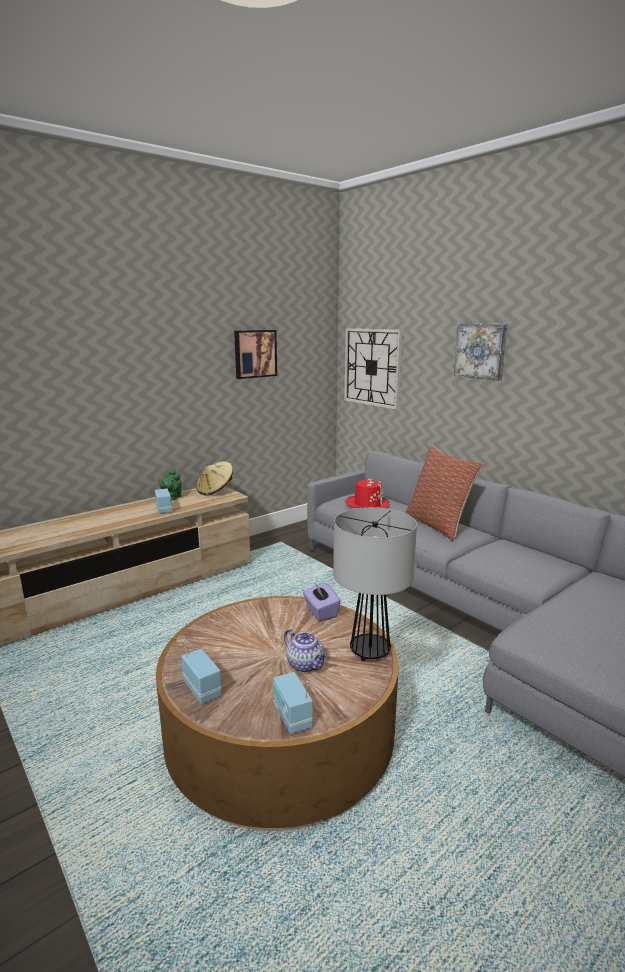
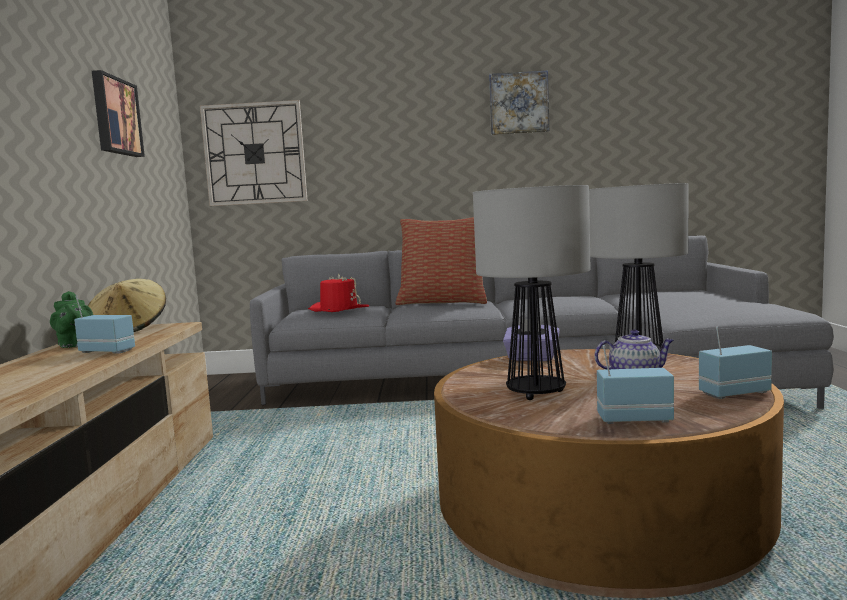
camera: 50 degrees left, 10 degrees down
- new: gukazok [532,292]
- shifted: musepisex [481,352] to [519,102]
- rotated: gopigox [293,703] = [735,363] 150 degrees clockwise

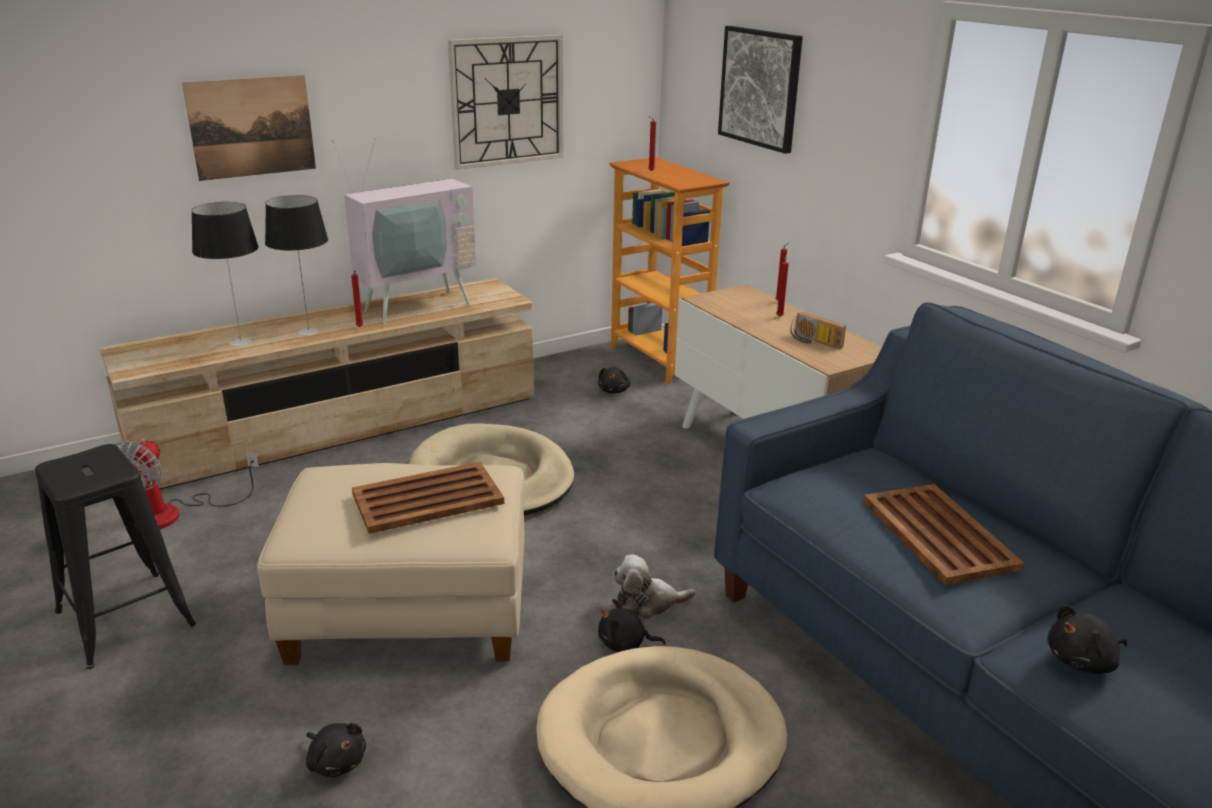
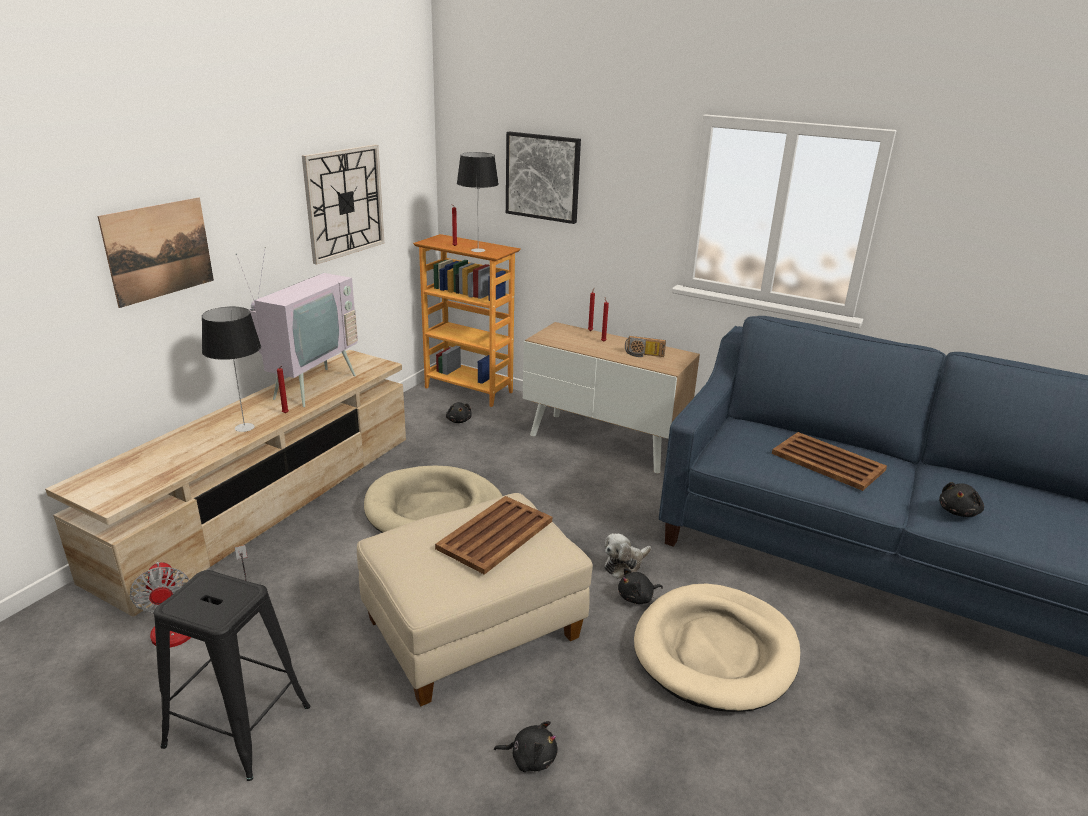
camera: 30 degrees left, 0 degrees up
- shifted: gukazok [225,274] to [478,202]

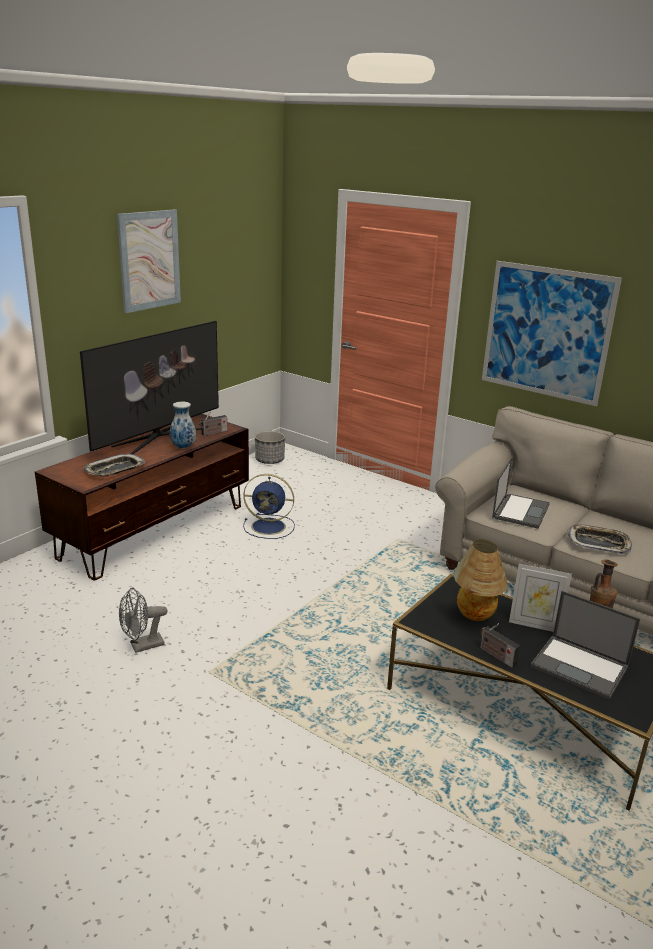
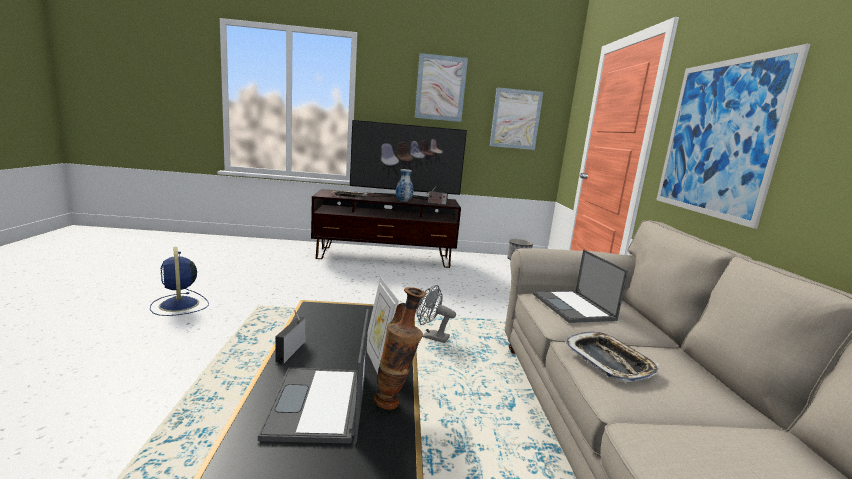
camera: 50 degrees right, 10 degrees down
- gone: gukazok [480,580]
- new: musepisex [516,118]
- shifted: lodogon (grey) [143,620] to [436,314]
- shifted: lodogon (blue) [269,506] to [179,281]
- rotated: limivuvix [521,493] = [580,286] 90 degrees clockwise

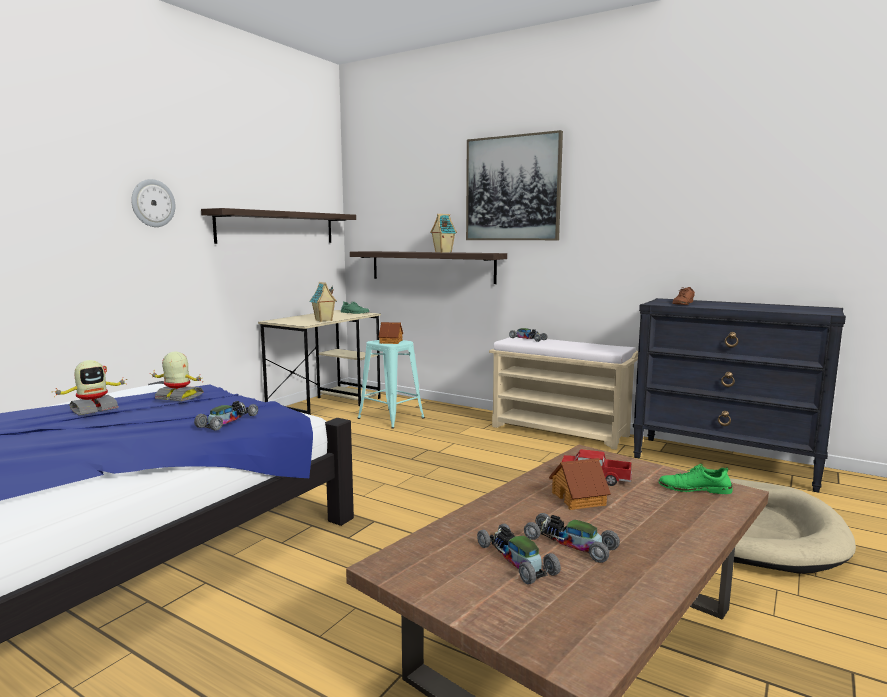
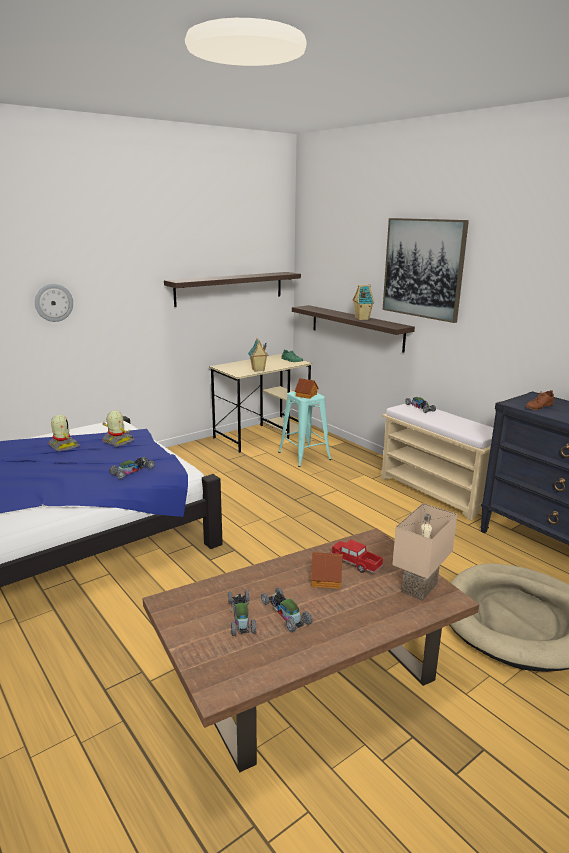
camera: 20 degrees right, 10 degrees up
- shifted: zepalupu [153,203] to [54,303]
- swapped: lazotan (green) [696,479] to gukazok (beige) [424,552]
- rotated: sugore [91,387] = [64,433] 105 degrees counterclockwise

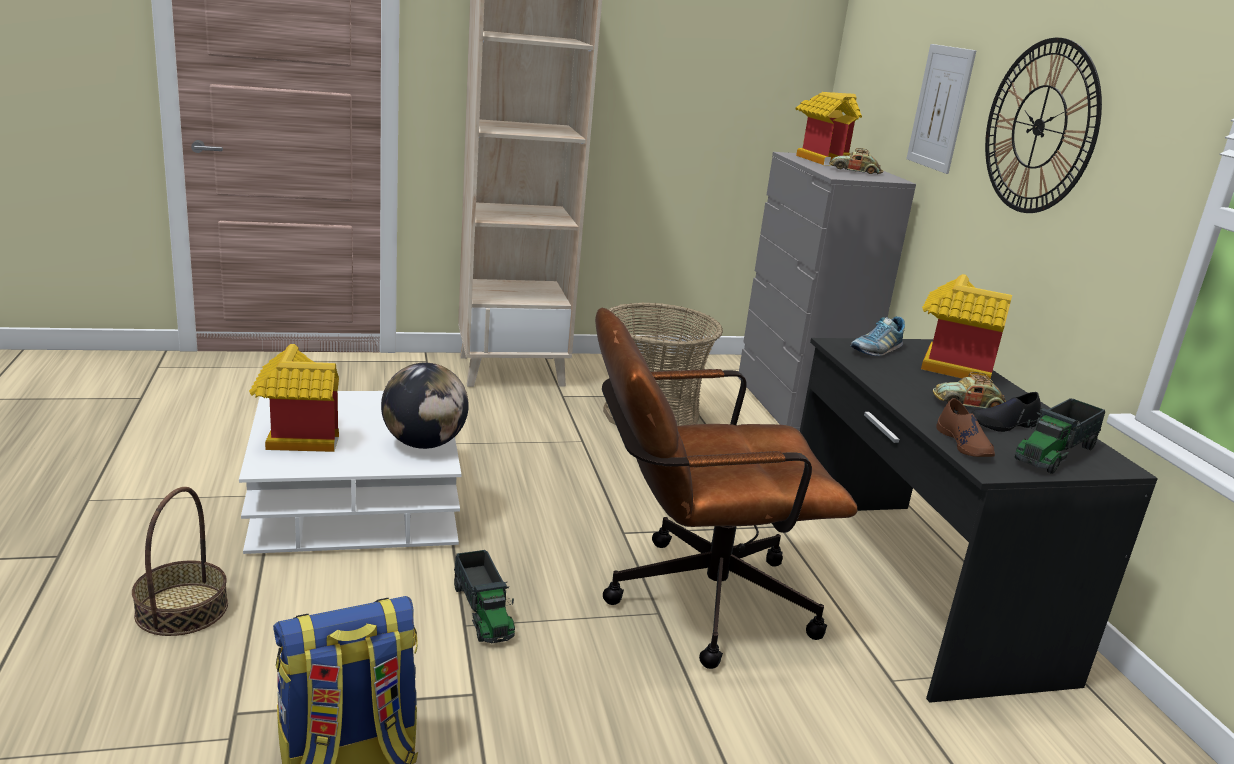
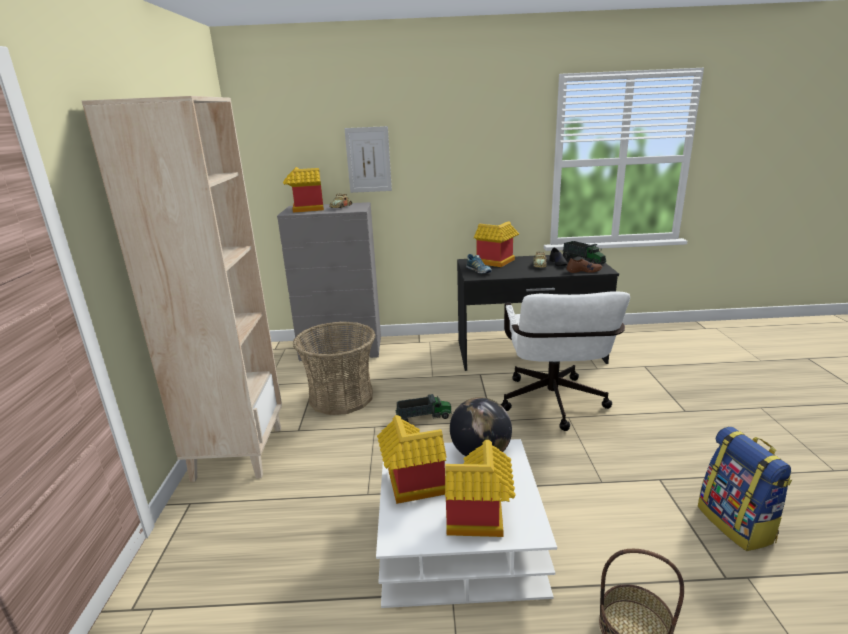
camera: 75 degrees left, 0 degrees up
- gone: zepalupu [1043,125]
- new: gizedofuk [412,459]
- shifted: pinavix [484,596] to [424,408]
- repainted: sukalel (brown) [726,488] to sukalel (white) [565,361]

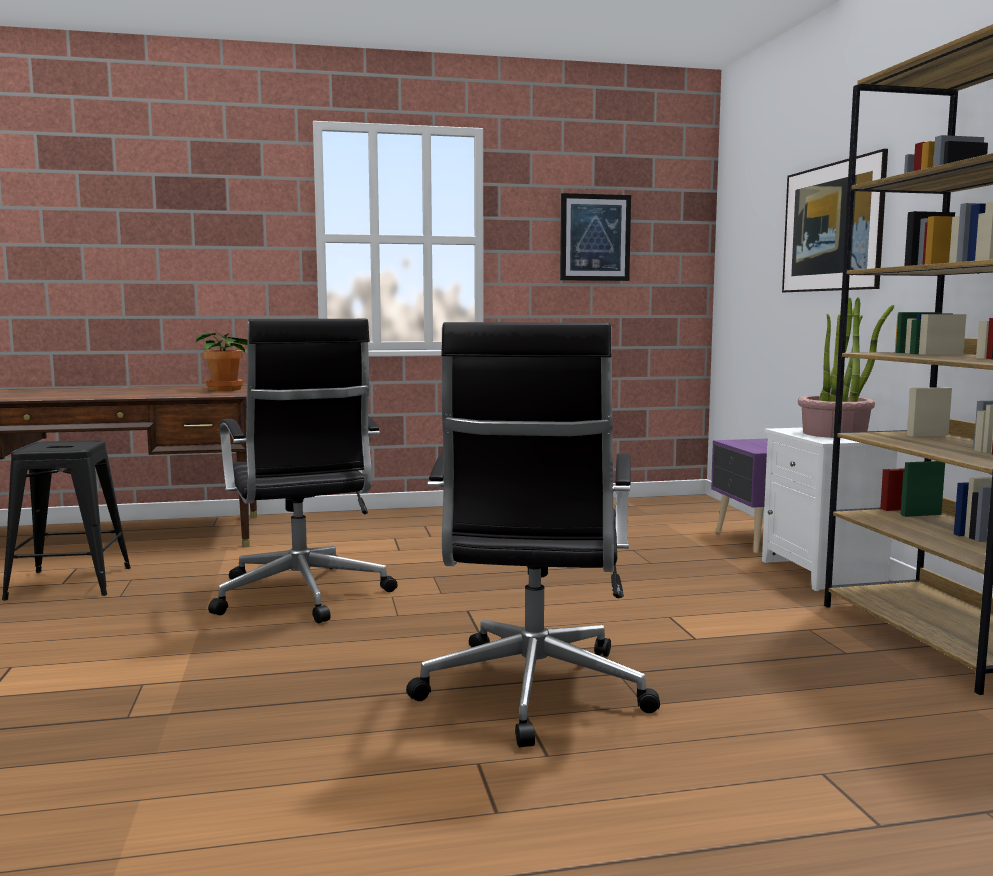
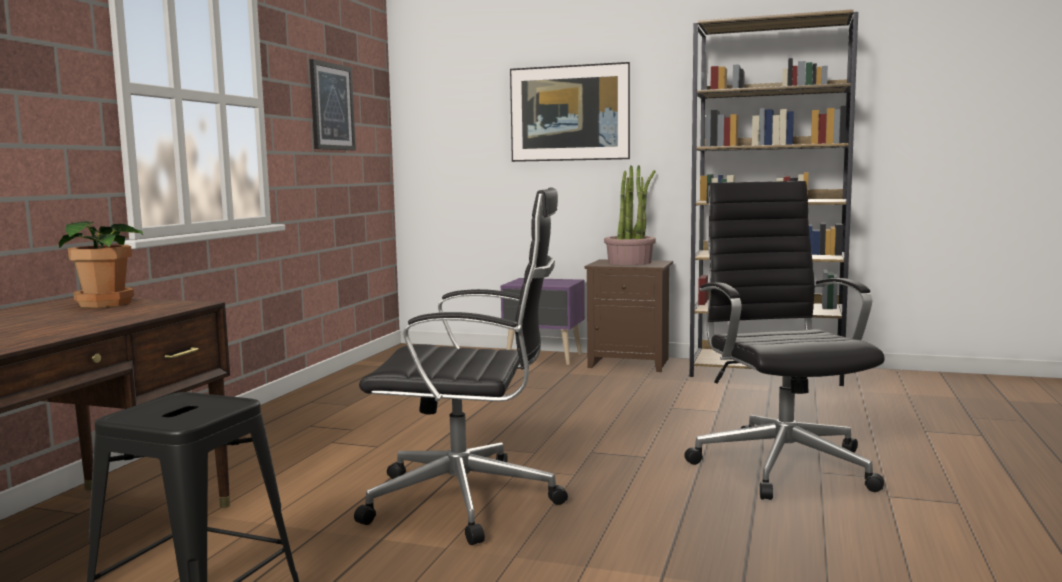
camera: 60 degrees left, 0 degrees up
- repainted: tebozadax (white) [829,509] to tebozadax (brown) [629,315]
- rotated: sukalel (black) [533,534] = [784,340] 135 degrees counterclockwise

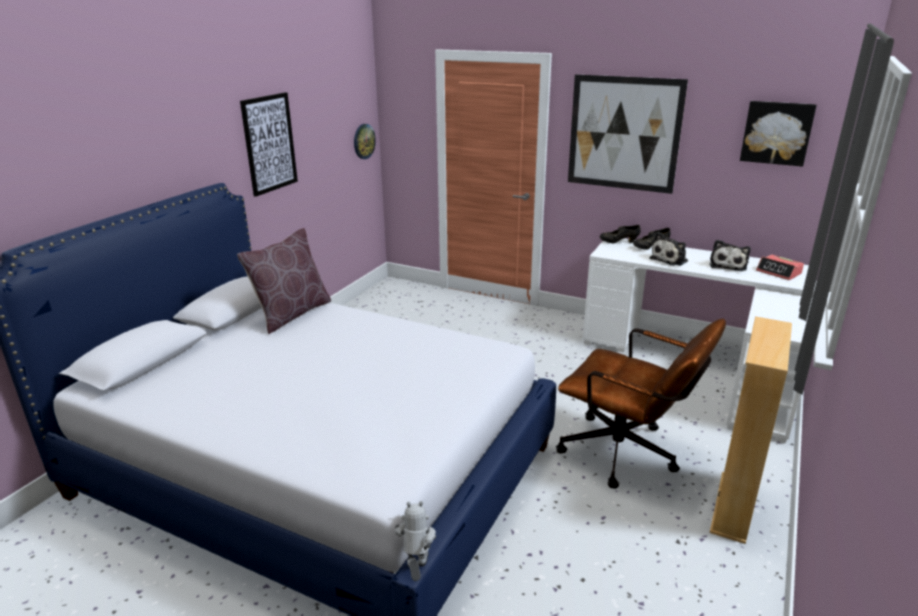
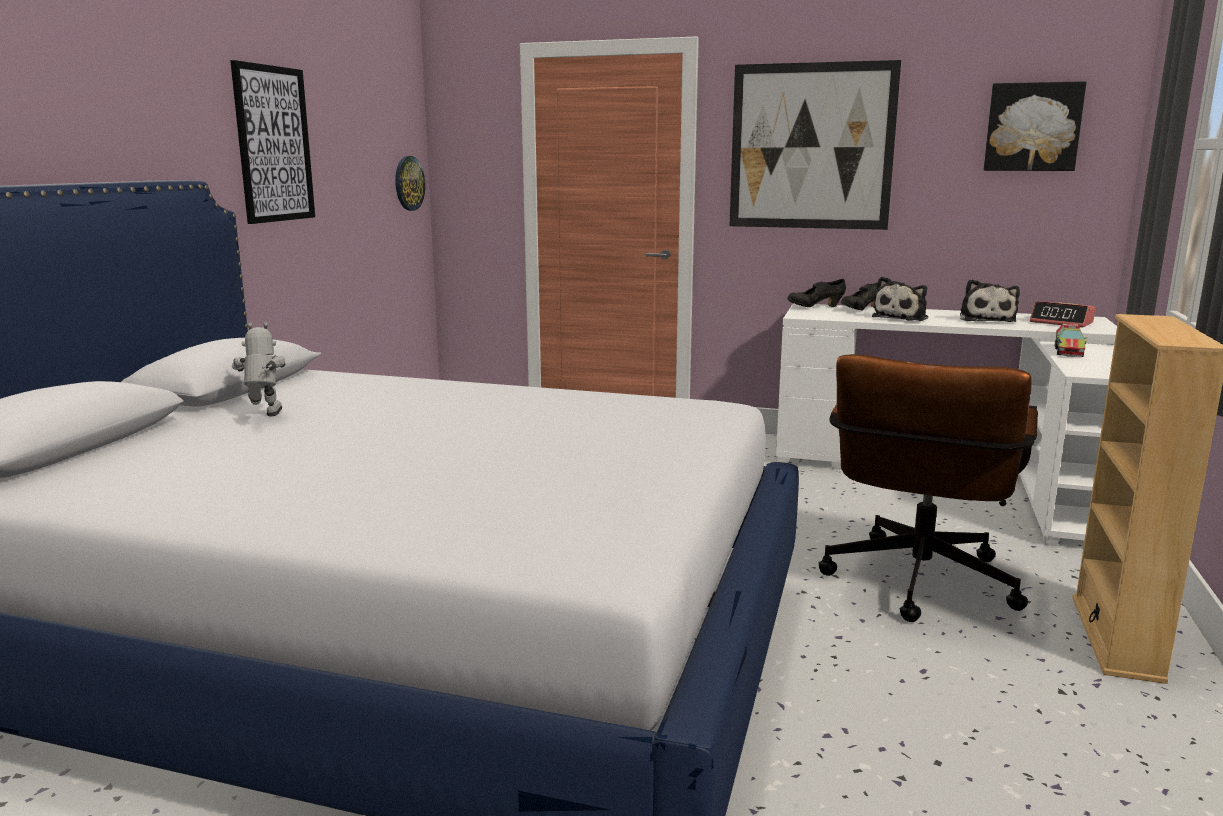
camera: 10 degrees left, 10 degrees down
- gone: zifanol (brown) [284,281]
- new: pinavix [1071,340]
- shifted: sugore [415,541] to [258,369]
- rotated: sukalel (brown) [641,404] = [928,488] 90 degrees clockwise

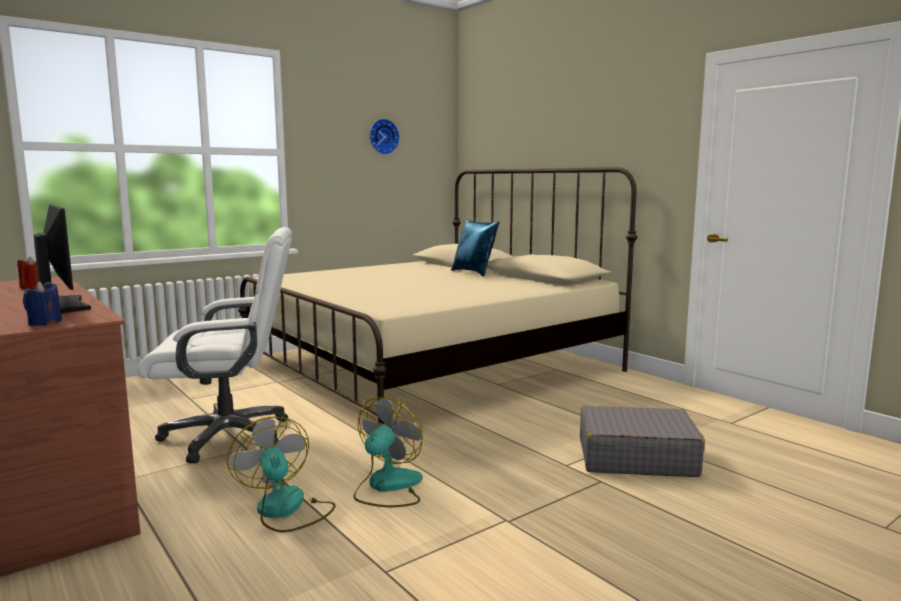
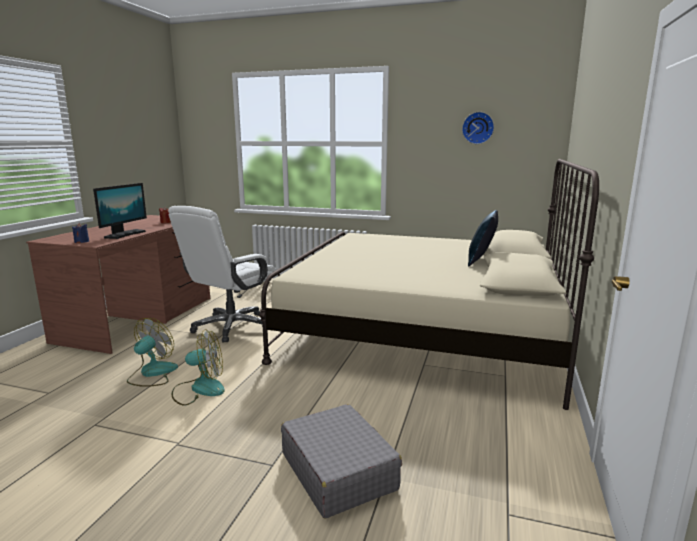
camera: 55 degrees right, 5 degrees up
- rotated: sukalel (white) [215,345] = [222,274] 75 degrees clockwise

